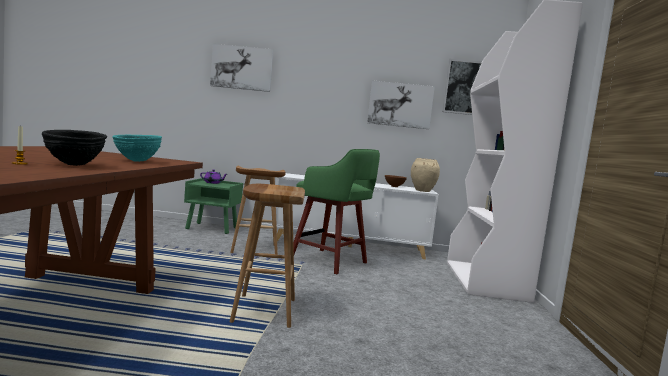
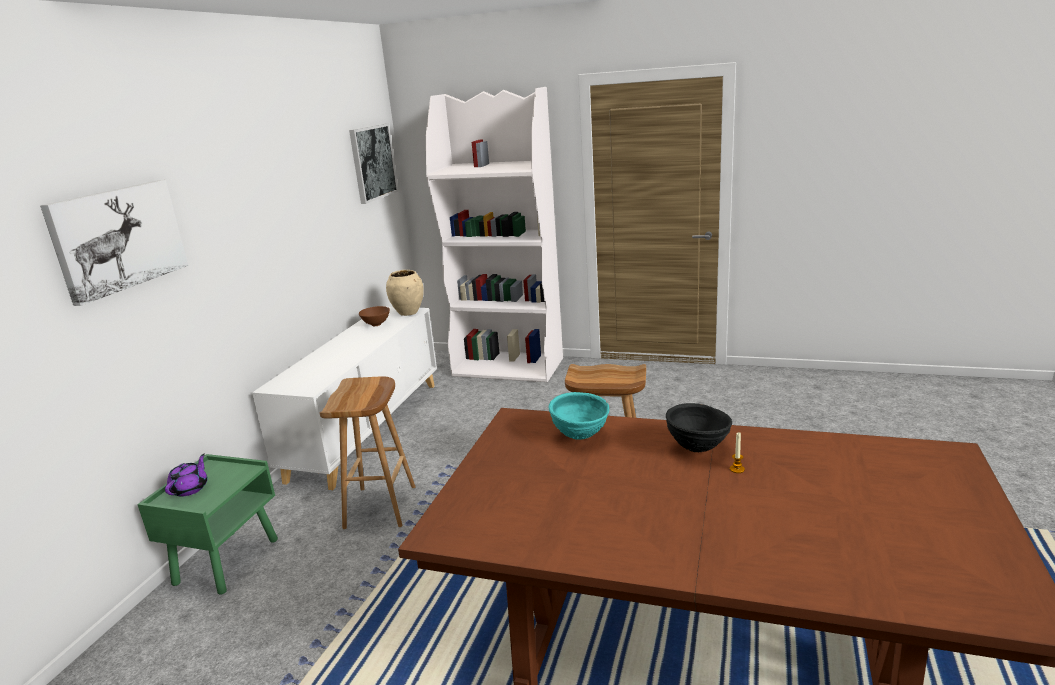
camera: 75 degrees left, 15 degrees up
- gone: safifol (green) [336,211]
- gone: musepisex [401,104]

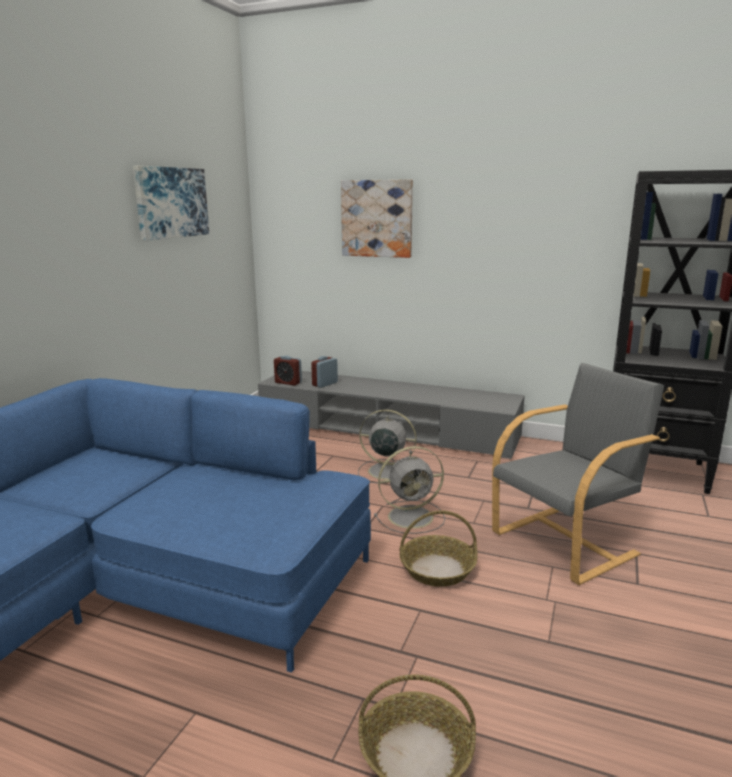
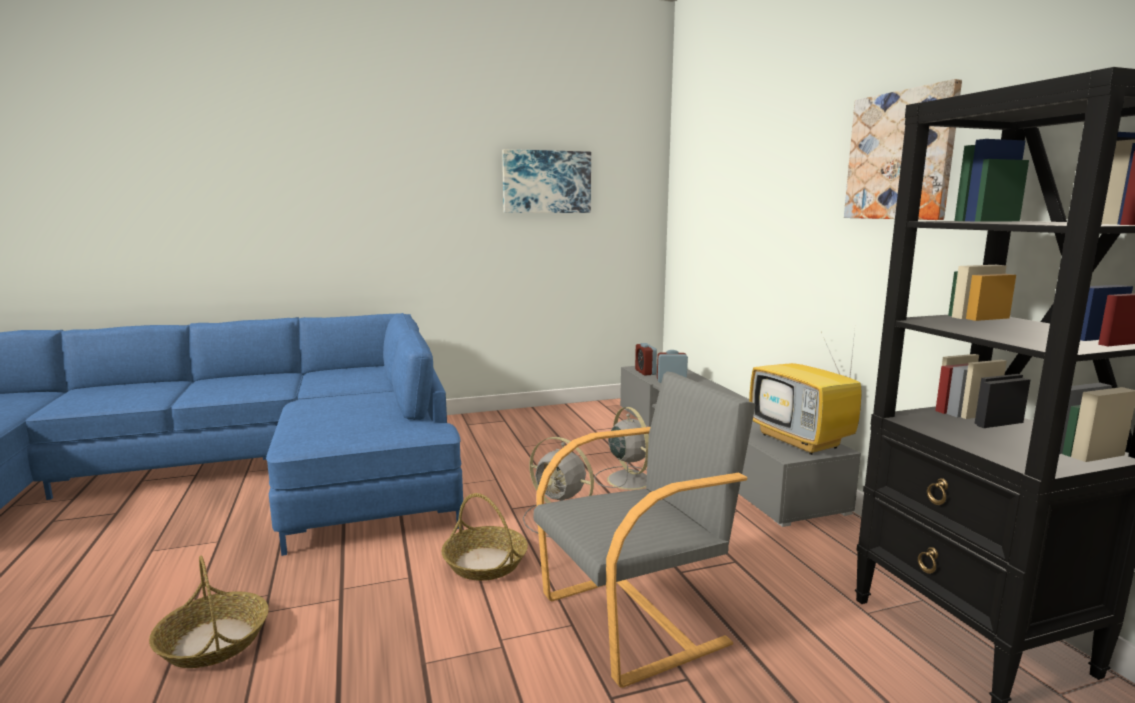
camera: 50 degrees right, 5 degrees down
- new: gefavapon [805,393]
- shifted: musepisex [377,218] to [903,149]
- rotated: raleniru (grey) [578,474] = [644,529] 45 degrees counterclockwise

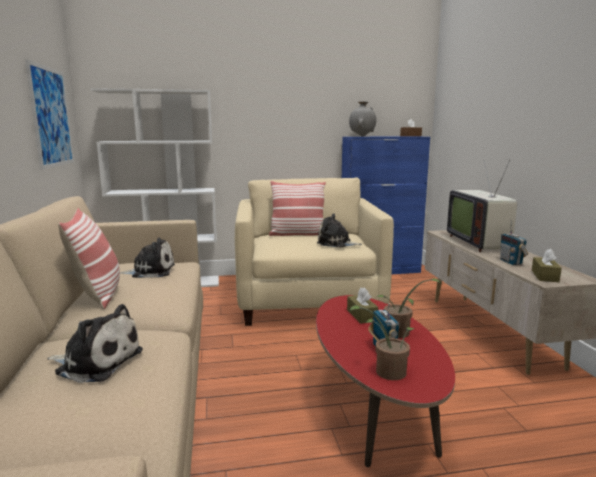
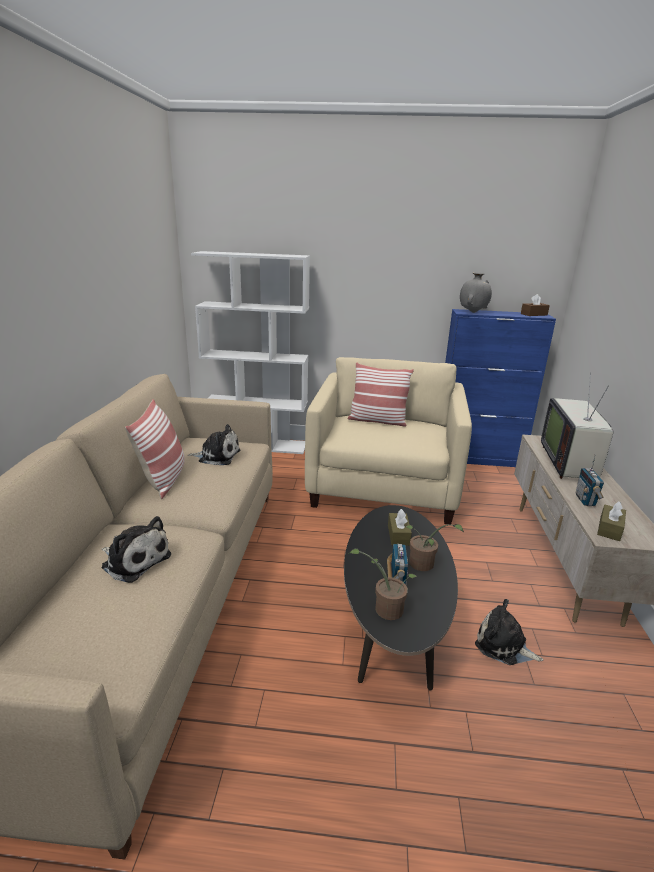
camera: 15 degrees right, 10 degrees up
- gone: musepisex [49,114]
- shifted: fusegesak [339,230] to [509,632]
- repainted: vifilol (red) [385,381] to vifilol (black) [401,597]

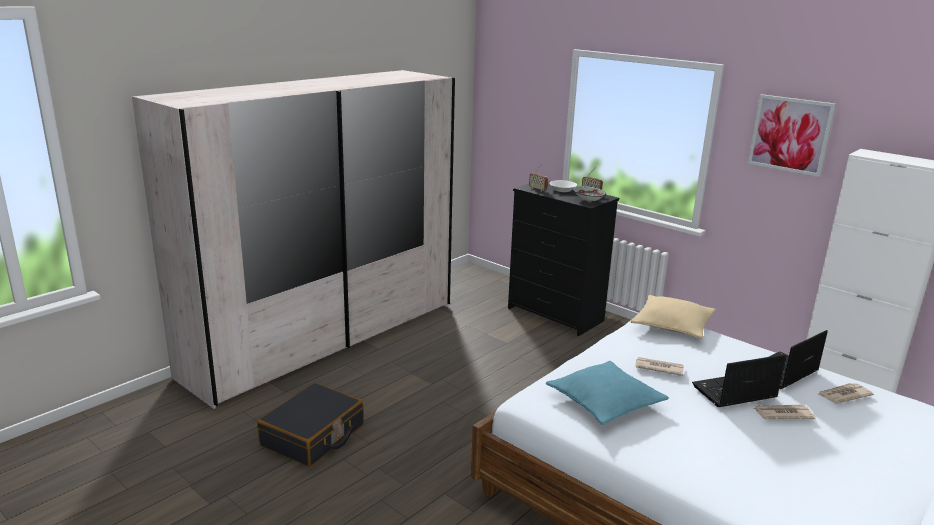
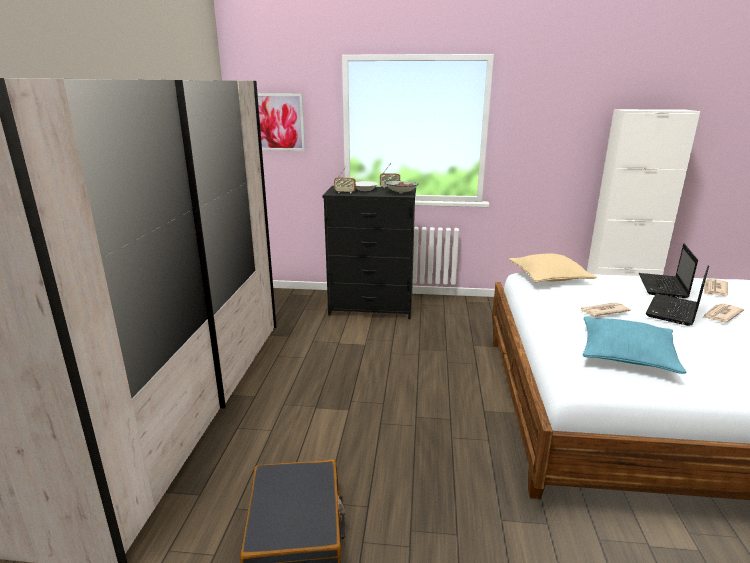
camera: 35 degrees left, 0 degrees up
- shifted: musepisex [792,135] to [281,122]

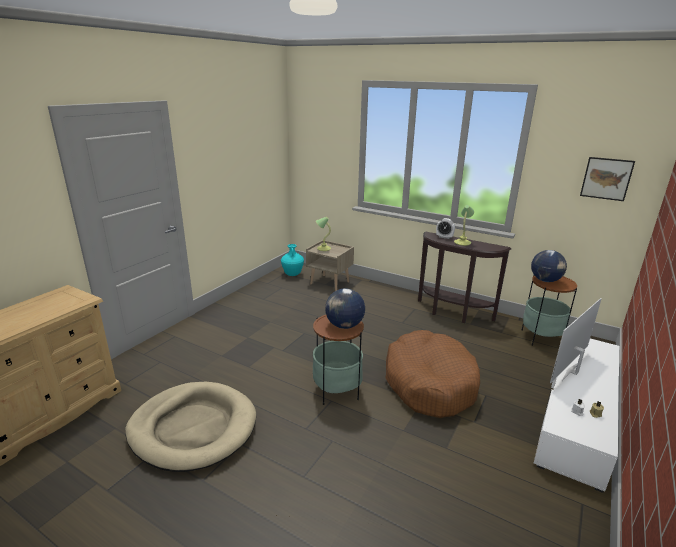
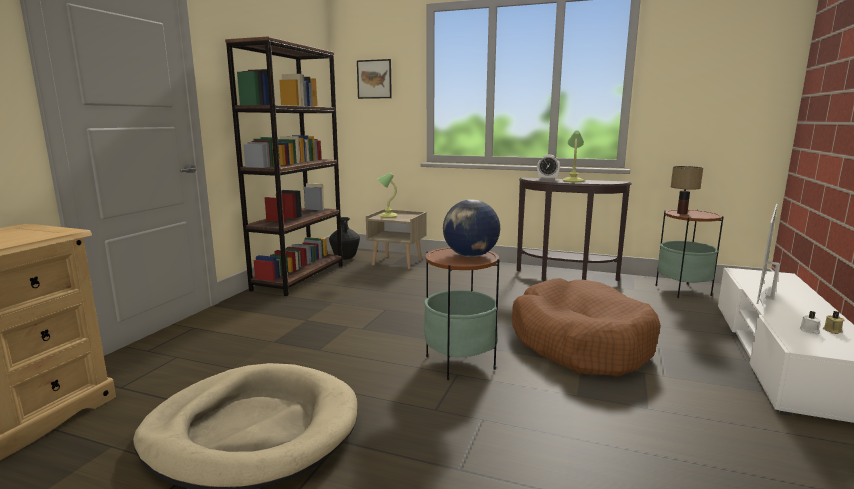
camera: 10 degrees left, 10 degrees down
- new: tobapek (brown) [284,166]
- shifted: musepisex [607,179] to [374,79]
- swapped: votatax [549,266] to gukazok [687,190]
- repainted: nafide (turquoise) [292,260] to nafide (black) [344,238]

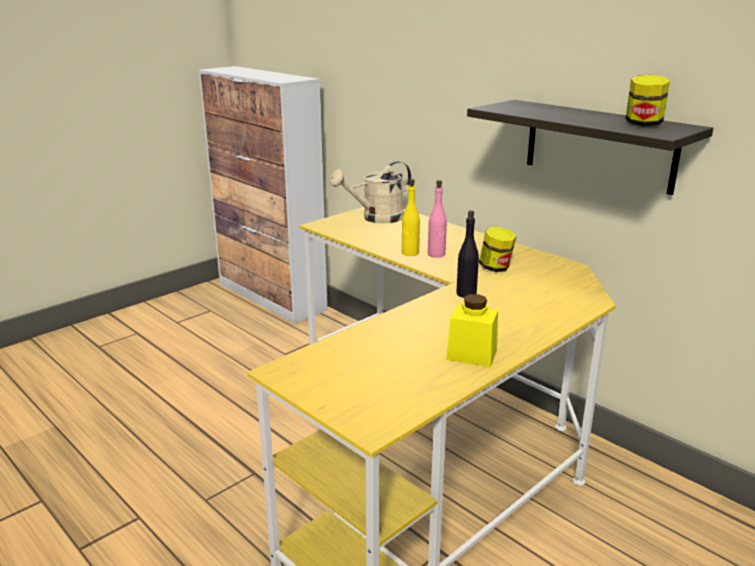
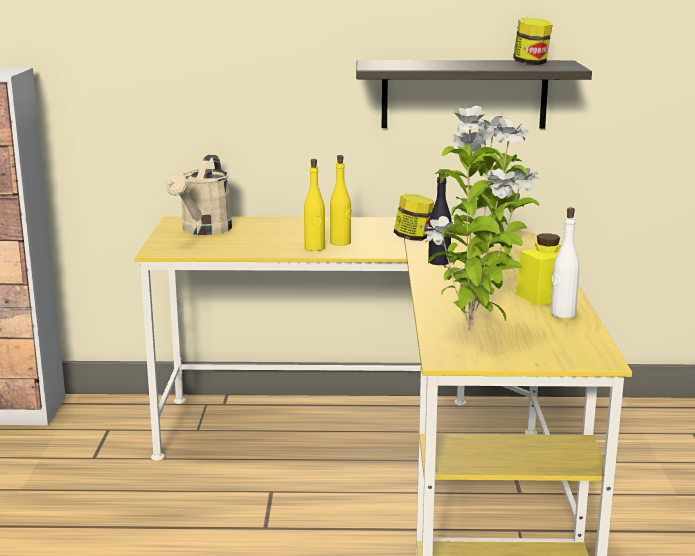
camera: 45 degrees left, 5 degrees down
- new: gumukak [482,218]
- new: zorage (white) [565,263]
- repainted: zorage (pink) [437,219] to zorage (yellow) [341,200]

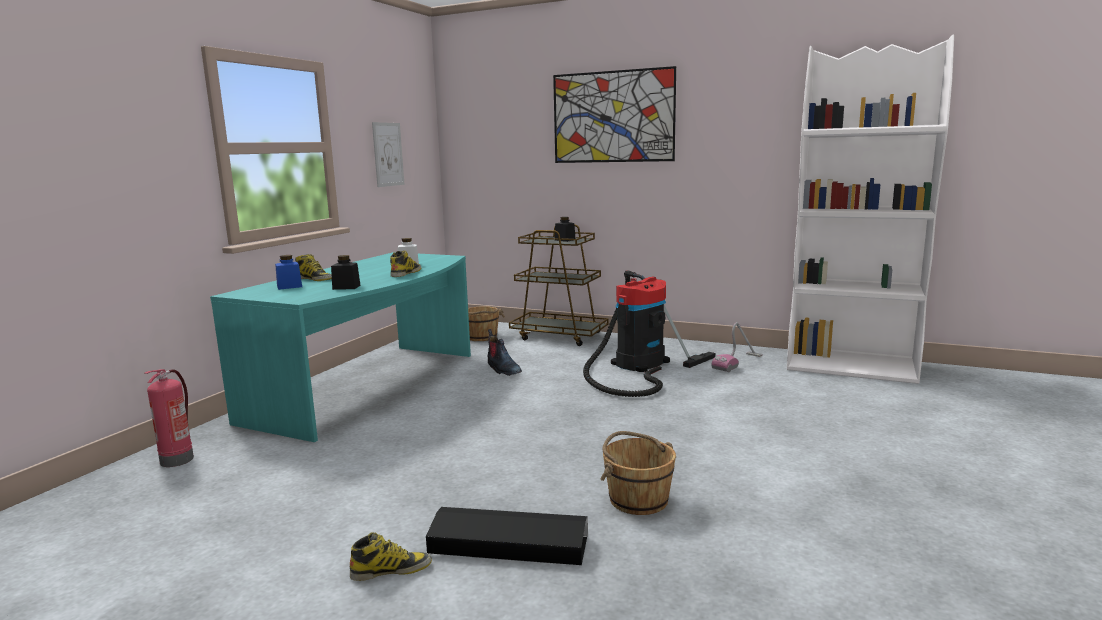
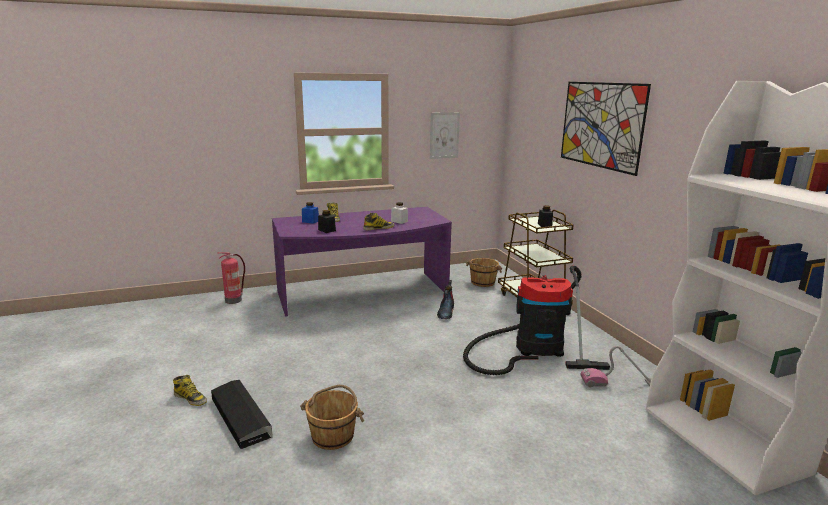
camera: 45 degrees right, 5 degrees up
- repainted: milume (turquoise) [340,347] to milume (purple) [362,262]

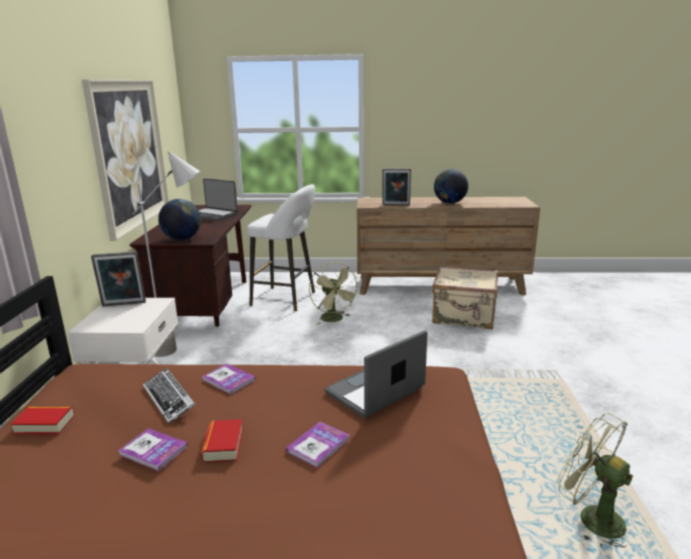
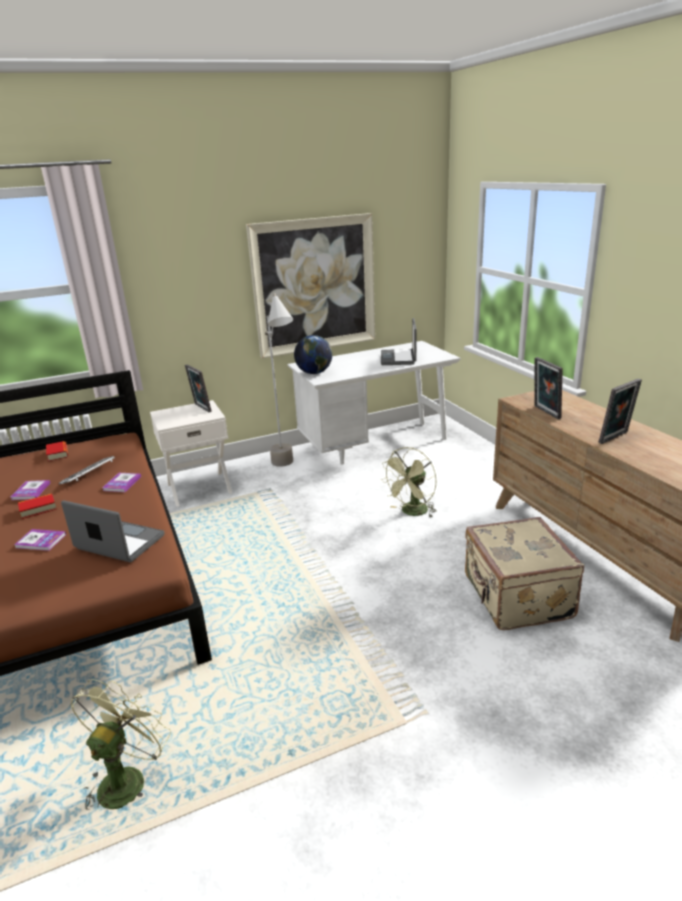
camera: 65 degrees right, 5 degrees up
- gone: safifol (white) [281,247]
- swapped: votatax [451,186] to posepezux [620,411]
- repainted: milume (brown) [190,266] to milume (white) [374,402]

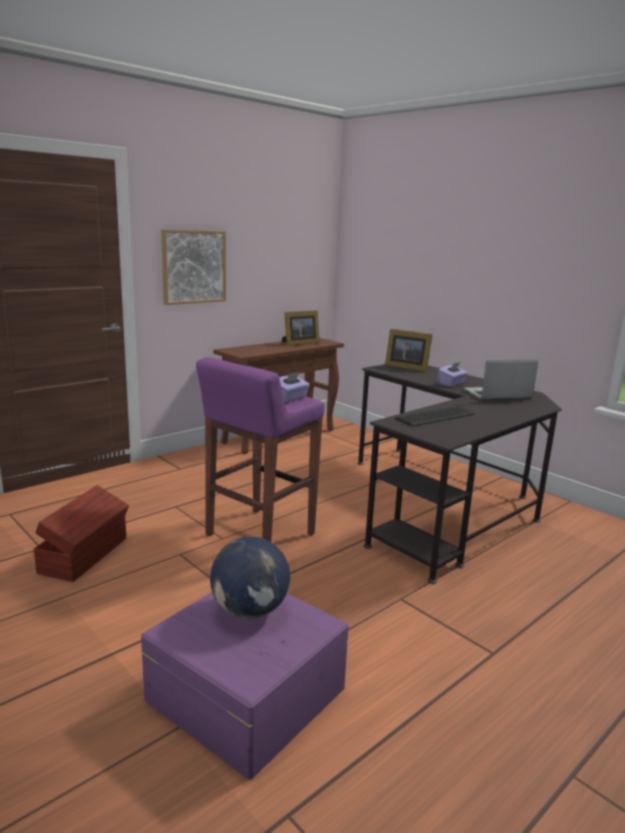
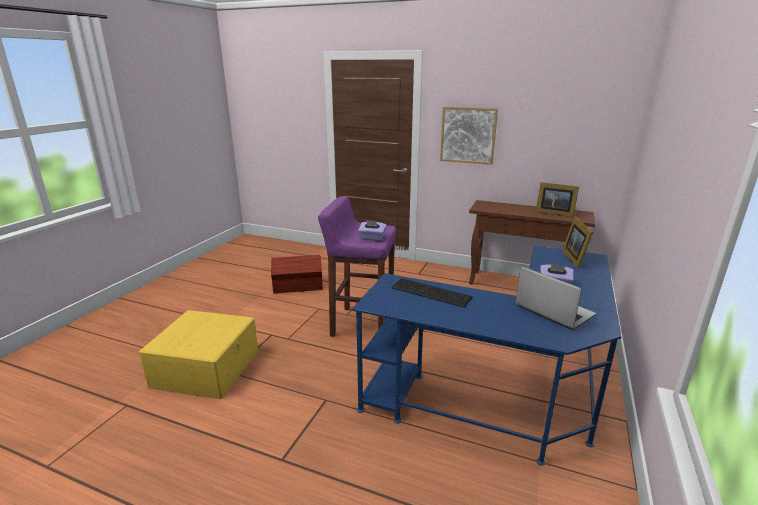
camera: 65 degrees right, 5 degrees up
- gone: votatax [250,578]
- repainted: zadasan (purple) [244,686] to zadasan (yellow) [198,354]
- repainted: milume (black) [460,474] to milume (blue) [487,356]

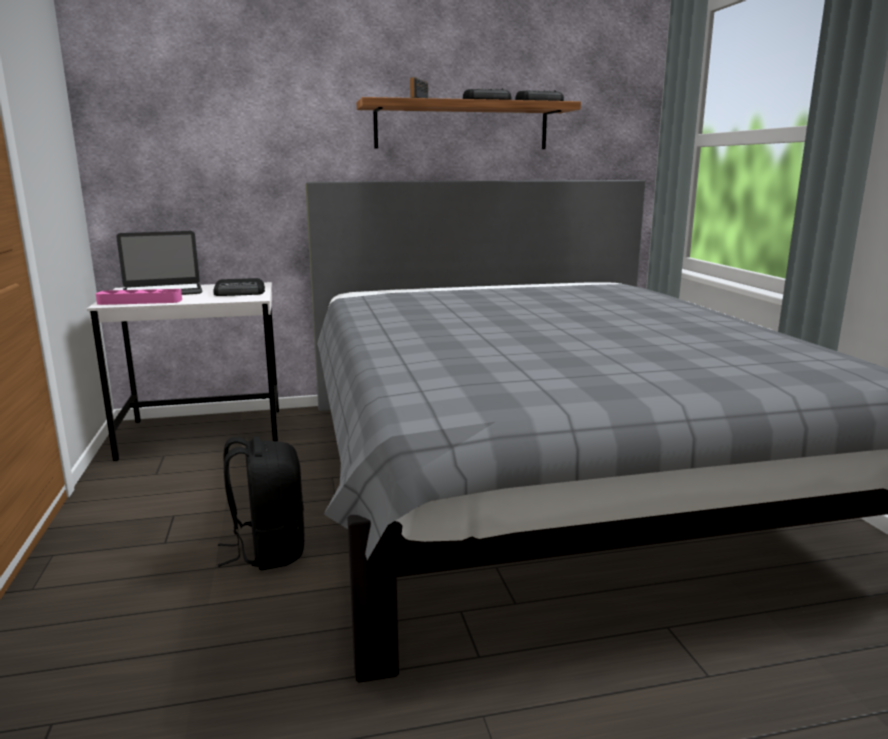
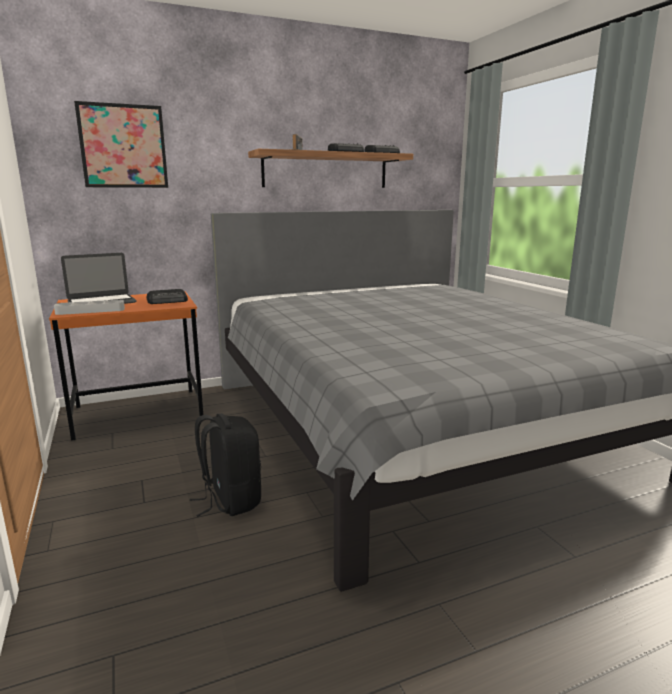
camera: 10 degrees left, 0 degrees up
- new: musepisex [121,144]
- repainted: milume (white) [183,371] to milume (orange) [126,366]
- repainted: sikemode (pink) [139,297] to sikemode (grey) [89,307]

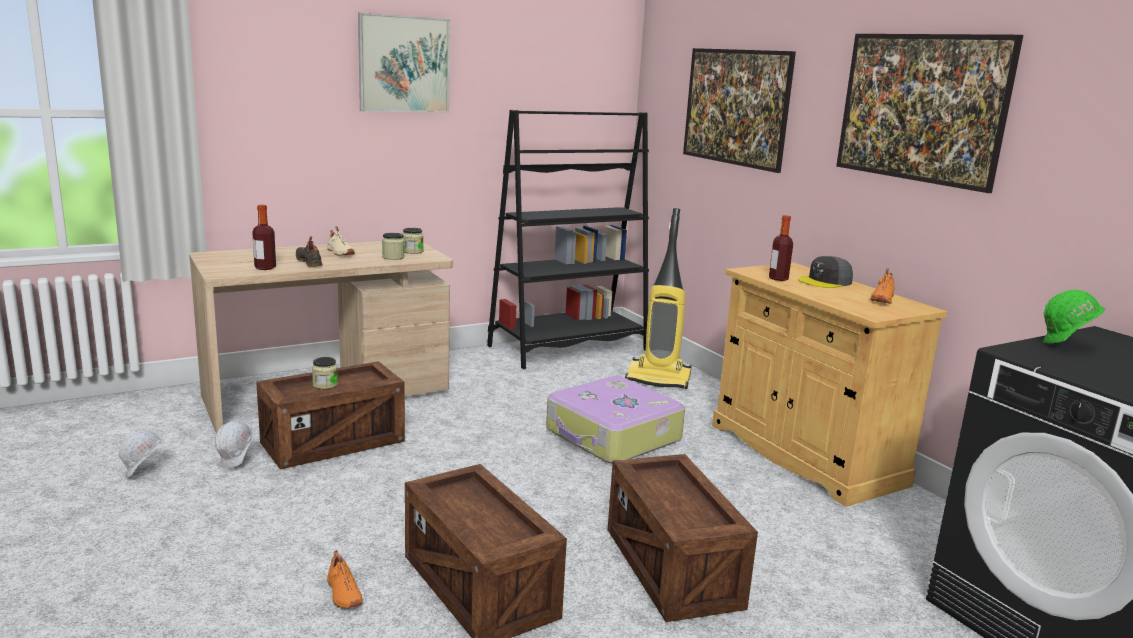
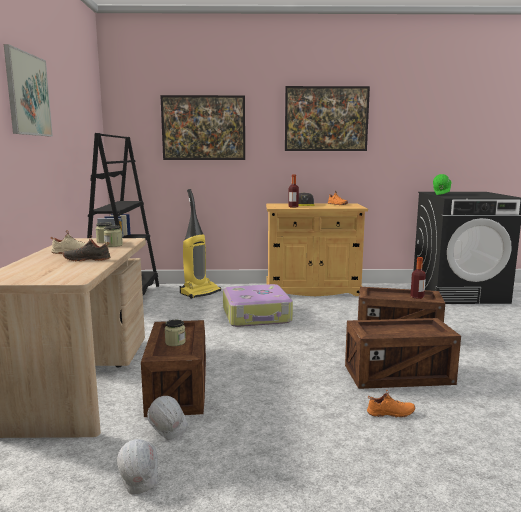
camera: 60 degrees left, 5 degrees down
- shifted: zorage [264,237] to [418,278]

